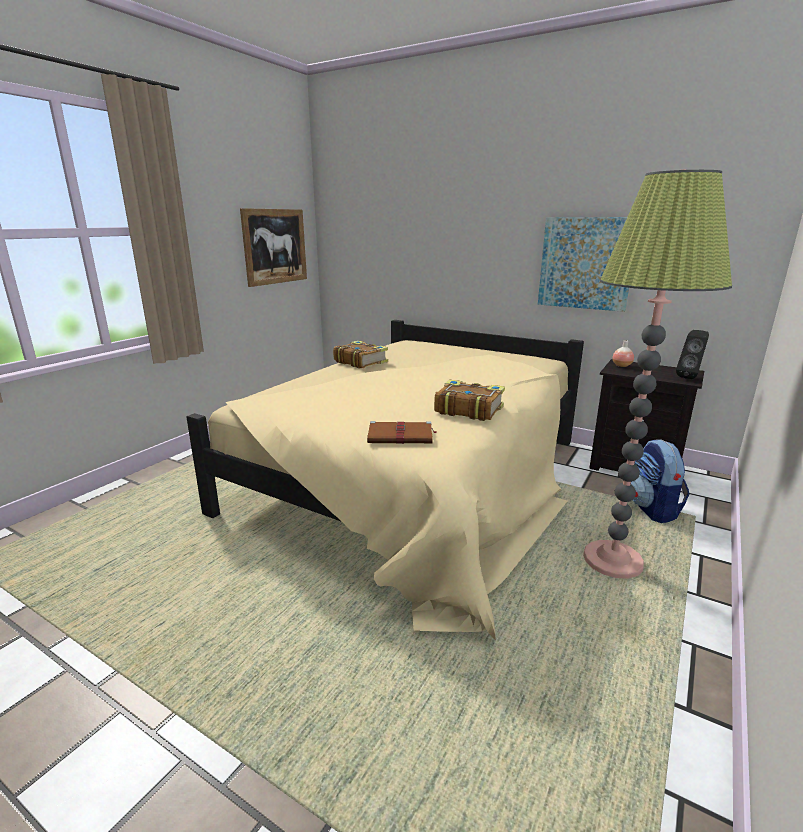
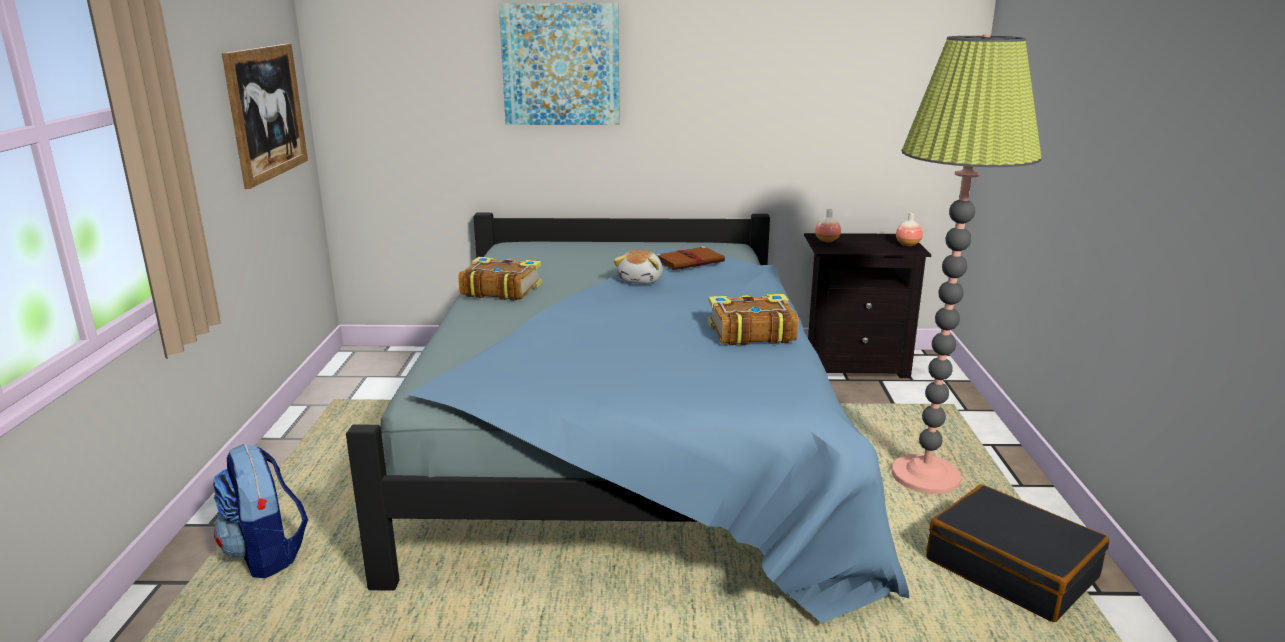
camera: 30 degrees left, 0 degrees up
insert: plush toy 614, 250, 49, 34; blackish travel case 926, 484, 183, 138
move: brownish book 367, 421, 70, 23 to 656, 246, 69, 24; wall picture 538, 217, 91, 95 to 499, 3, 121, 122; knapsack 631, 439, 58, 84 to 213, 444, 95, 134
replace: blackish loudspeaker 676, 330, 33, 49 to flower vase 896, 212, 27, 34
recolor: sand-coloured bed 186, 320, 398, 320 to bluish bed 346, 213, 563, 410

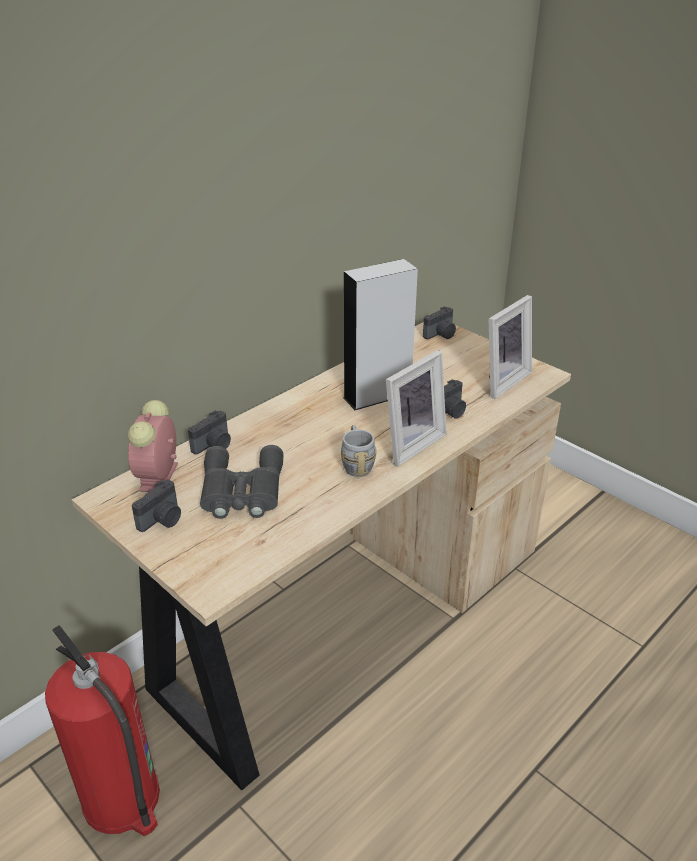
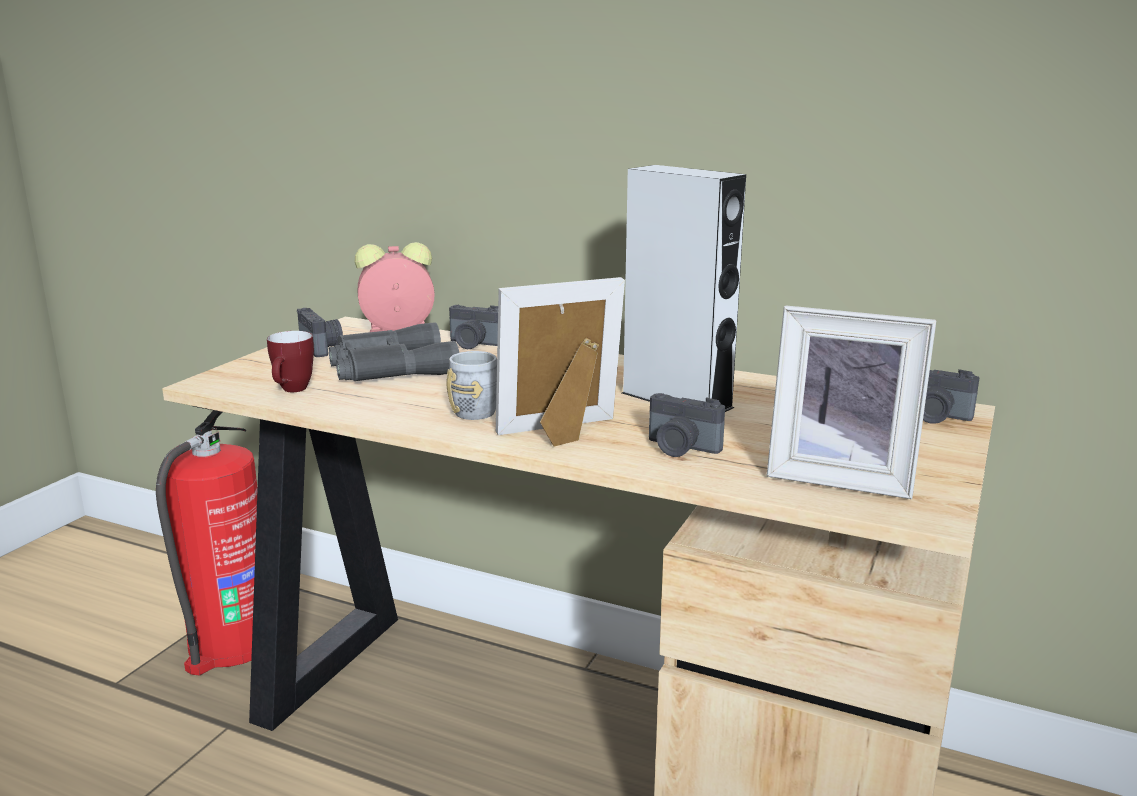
camera: 70 degrees right, 15 degrees down
insert: tea mug 267, 331, 47, 61
rotate: still camera 132, 480, 49, 52 = 297, 308, 46, 49 135 degrees counterclockwise; standing frame 386, 350, 61, 117 = 496, 277, 129, 170 135 degrees clockwise

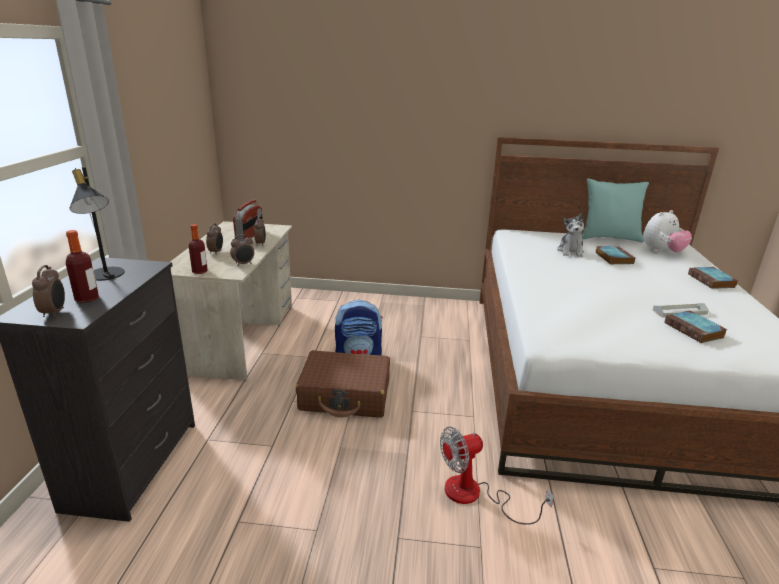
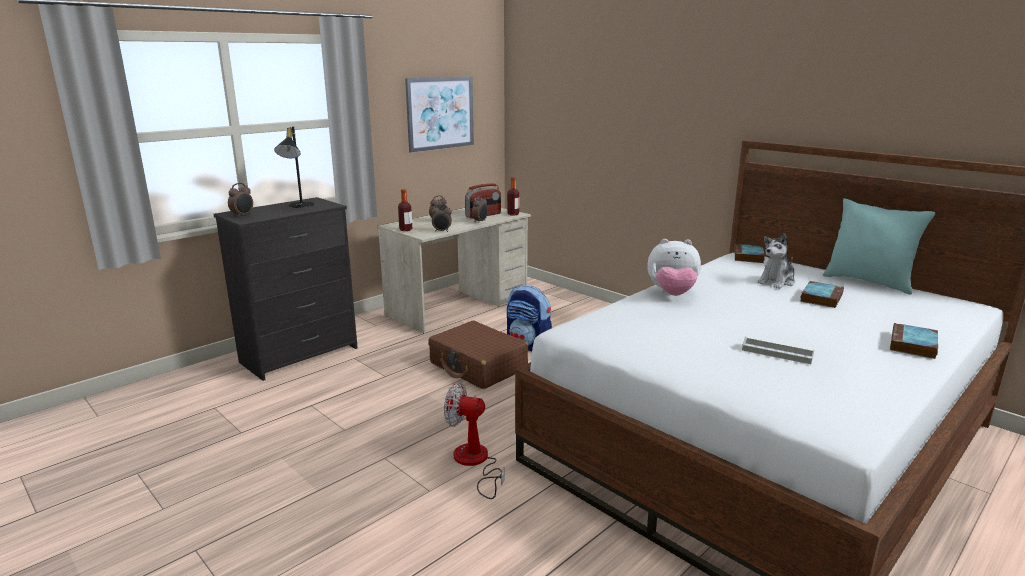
camera: 40 degrees right, 5 degrees down
insert: wall picture 405, 76, 69, 77
move: beverage bottle 66, 230, 33, 73 to 507, 177, 12, 39; plush toy 643, 210, 49, 42 to 647, 239, 54, 57; book 665, 310, 63, 33 to 734, 244, 31, 19

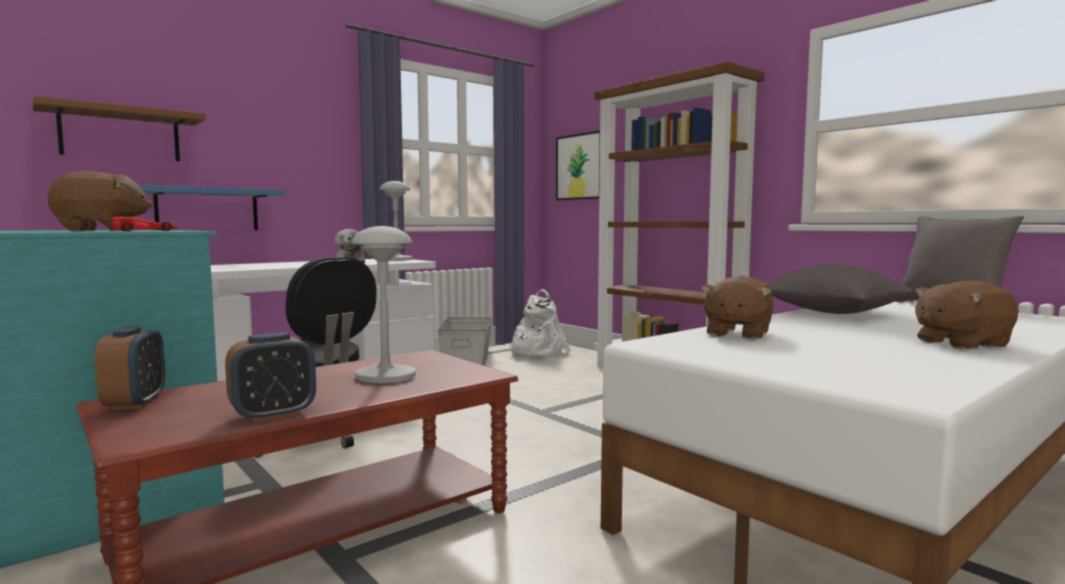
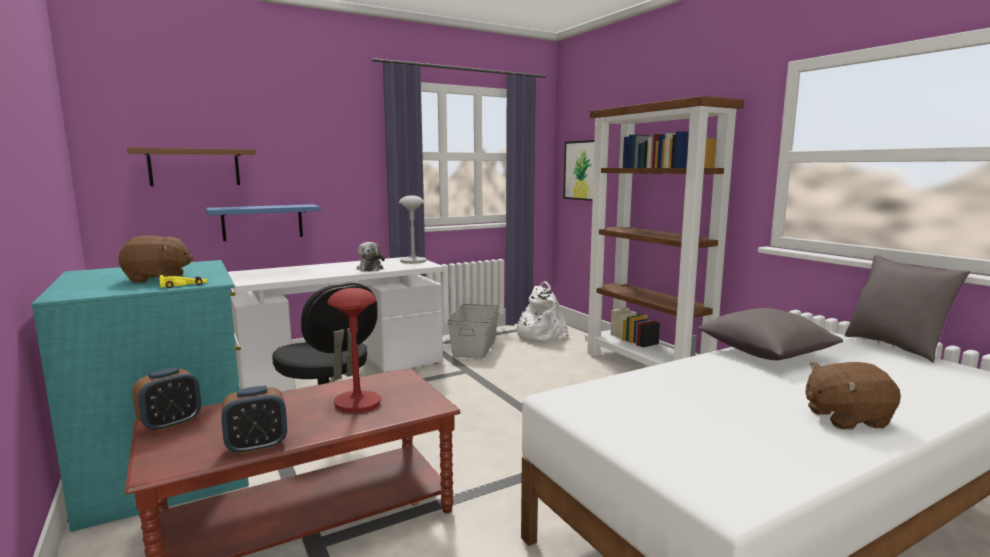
camera: 10 degrees right, 5 degrees up
delete: brownish plush toy 701, 275, 73, 65
recolor: red miniature car 112, 215, 65, 16 to yellow miniature car 159, 275, 48, 13; grey table lamp 352, 226, 64, 158 to red table lamp 328, 288, 53, 125
rotate: table clock 95, 326, 70, 84 = 132, 367, 69, 65 45 degrees clockwise

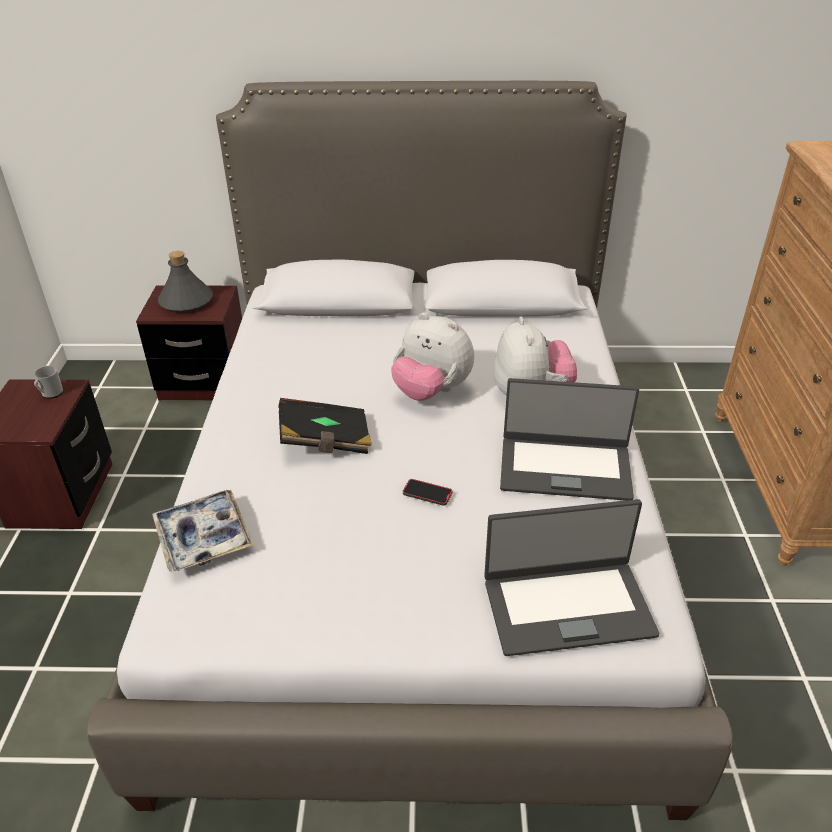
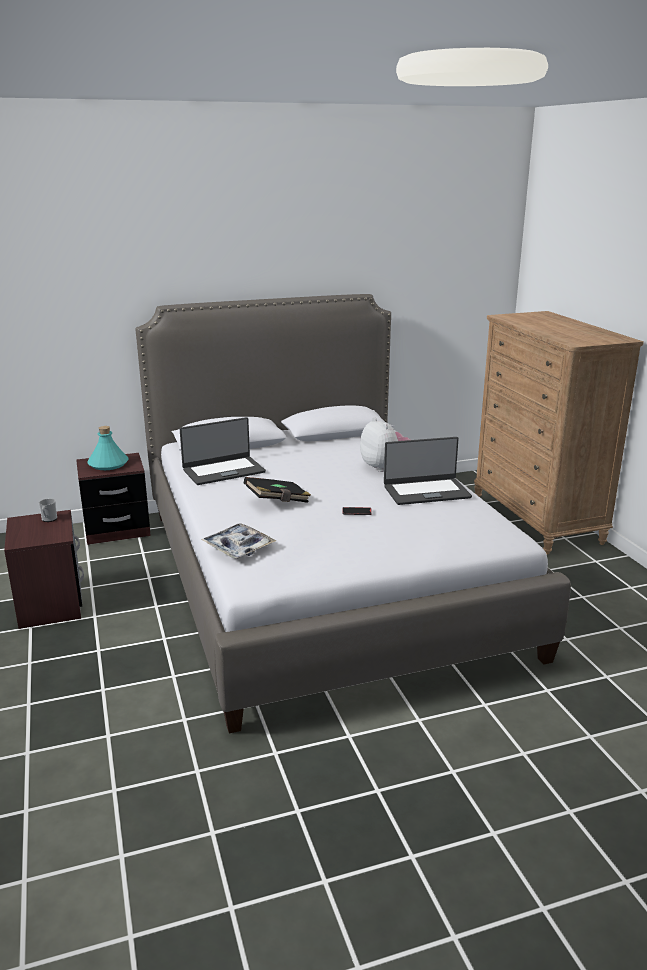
camera: 20 degrees left, 15 degrees down
delete: plush toy 391, 313, 83, 88
move: portable computer 484, 499, 175, 157 to 180, 417, 86, 68
recolor: grey beverage bottle 158, 251, 55, 62 to turquoise-coloured beverage bottle 87, 426, 41, 44

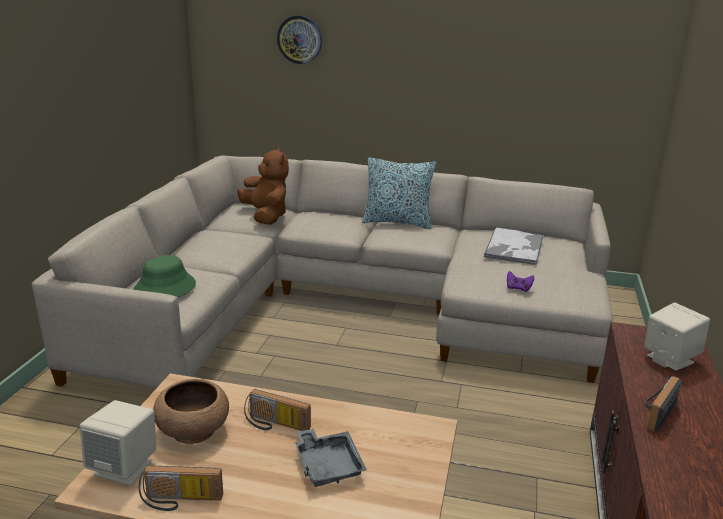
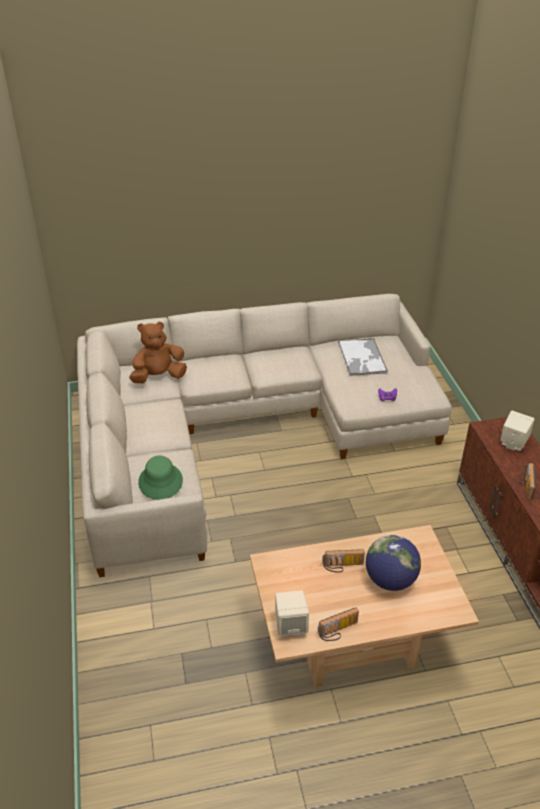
camera: 25 degrees left, 15 degrees up
delete: brownish deep dish 153, 379, 76, 65; clock on the wall 277, 15, 45, 49; throw pillow 362, 158, 75, 71
replace: grey serving tray 295, 428, 72, 59 to desk globe 366, 535, 55, 56
rotate: brownish plush toy 238, 147, 51, 78 = 129, 321, 58, 62 60 degrees counterclockwise

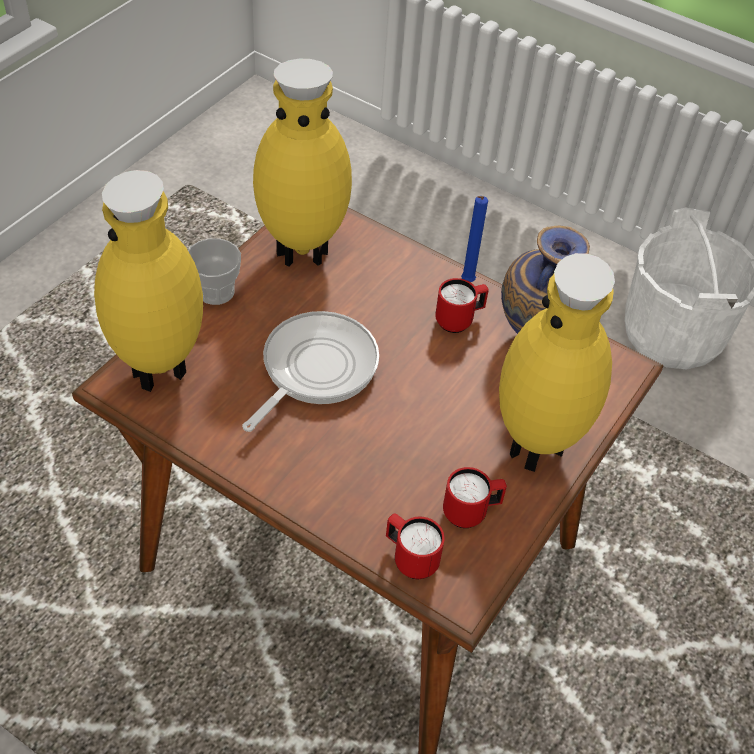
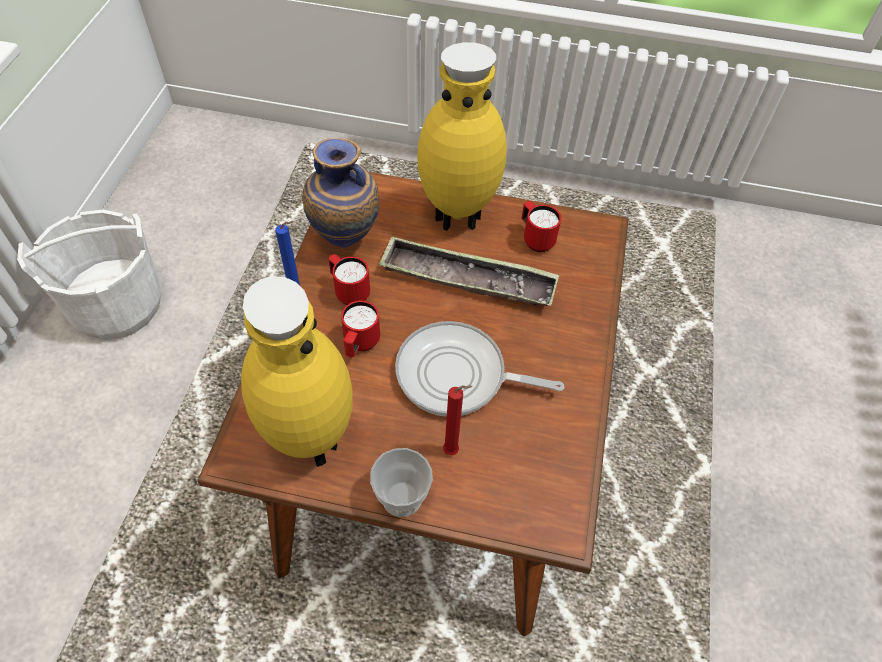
camera: 110 degrees left, 5 degrees up
delete: yellow flower vase 94, 170, 109, 222
insert: serving tray 379, 236, 180, 70; red candle 443, 385, 29, 70
move: red tea mug 386, 513, 59, 66 to 341, 300, 39, 57

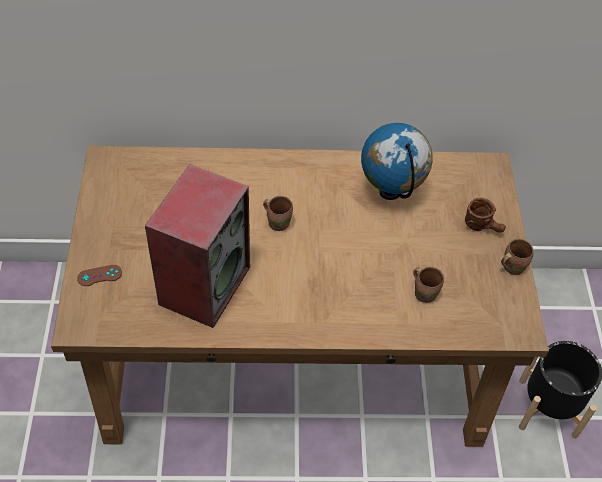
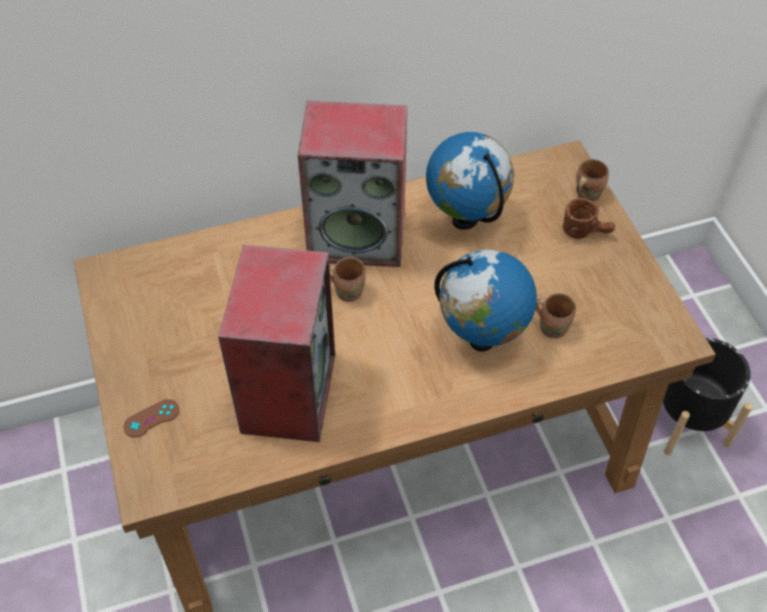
camera: 15 degrees left, 0 degrees up
insert: loudspeaker 298, 101, 109, 166; desk globe 434, 249, 103, 102
move: brownish tea mug 501, 239, 33, 36 to 576, 159, 33, 43

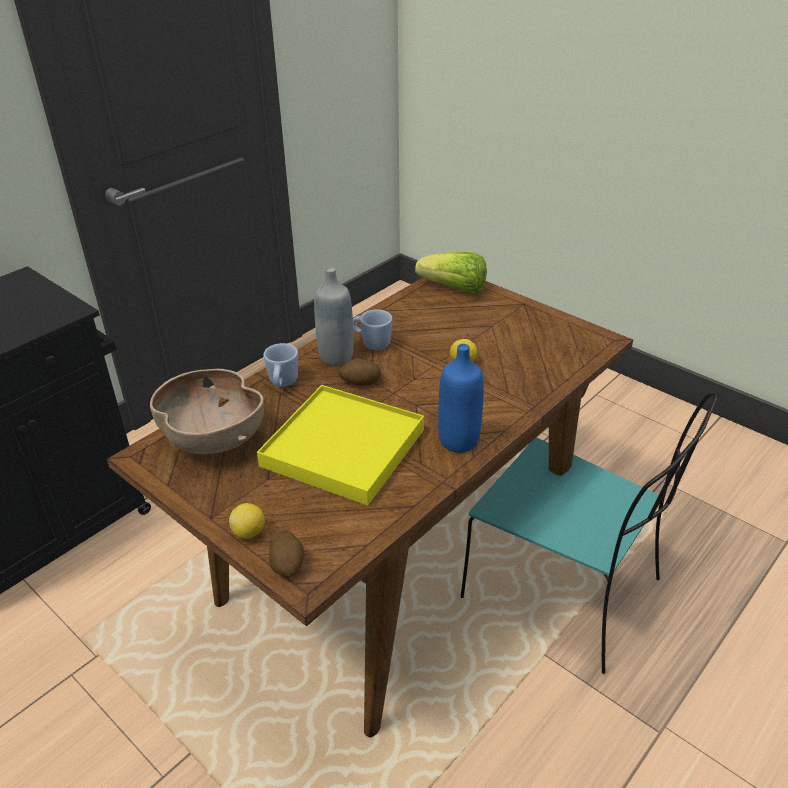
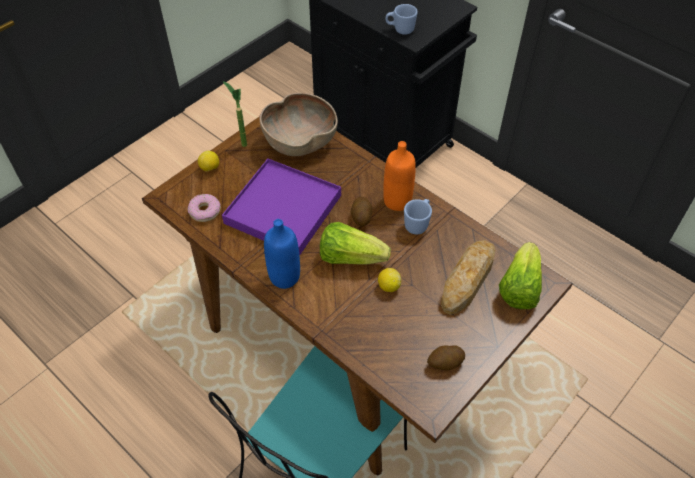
camera: 90 degrees right, 15 degrees up
insert: doughnut 188, 194, 33, 28; plant in a pot 223, 81, 24, 66; head of lettuce 320, 222, 71, 42; bread 441, 240, 54, 75
move: bluish tea mug 263, 343, 35, 44 to 386, 4, 32, 31; potato 269, 530, 35, 47 to 427, 345, 38, 25
recolor: yellow serving tray 257, 385, 167, 121 to purple serving tray 222, 159, 119, 97; grey beverage bottle 314, 267, 40, 98 to orangey beverage bottle 383, 141, 33, 70

